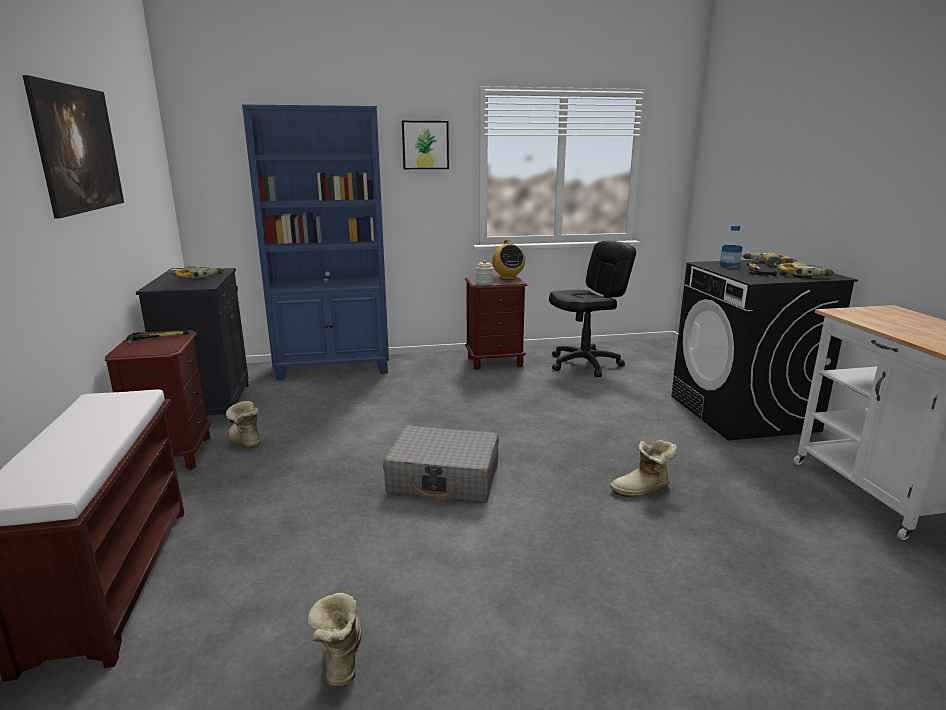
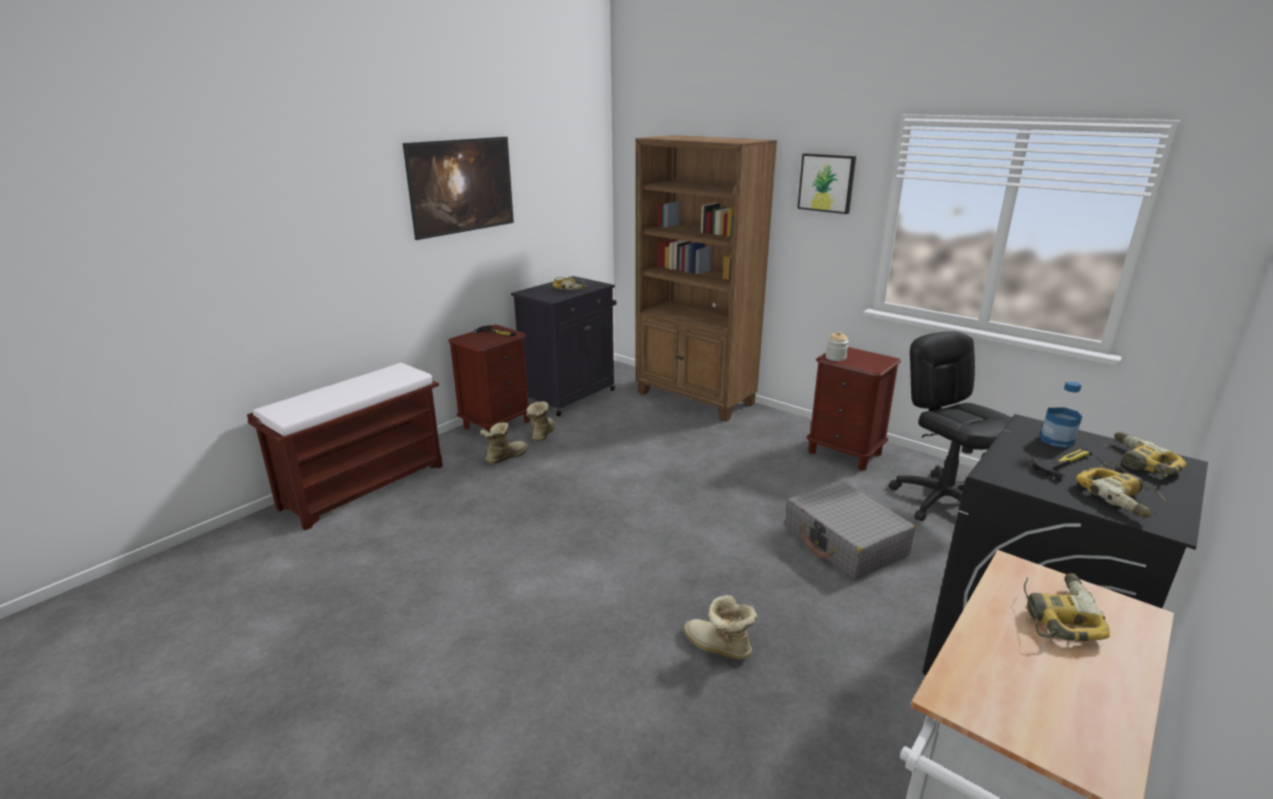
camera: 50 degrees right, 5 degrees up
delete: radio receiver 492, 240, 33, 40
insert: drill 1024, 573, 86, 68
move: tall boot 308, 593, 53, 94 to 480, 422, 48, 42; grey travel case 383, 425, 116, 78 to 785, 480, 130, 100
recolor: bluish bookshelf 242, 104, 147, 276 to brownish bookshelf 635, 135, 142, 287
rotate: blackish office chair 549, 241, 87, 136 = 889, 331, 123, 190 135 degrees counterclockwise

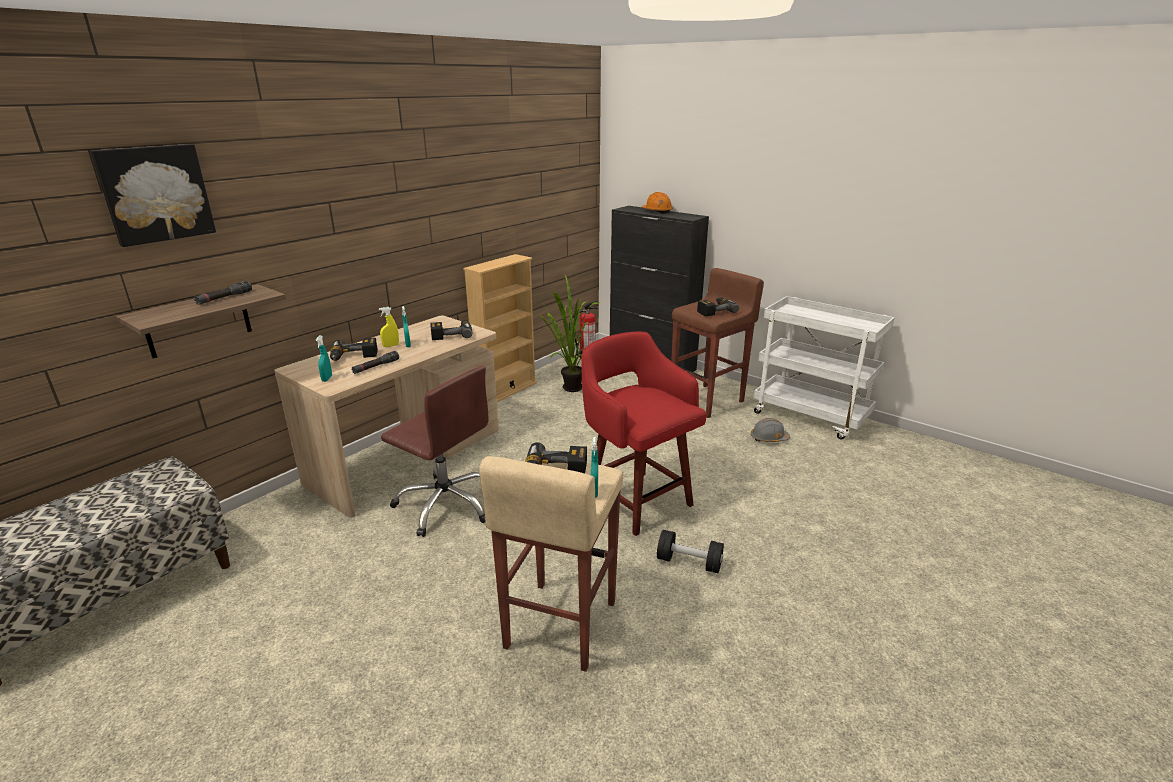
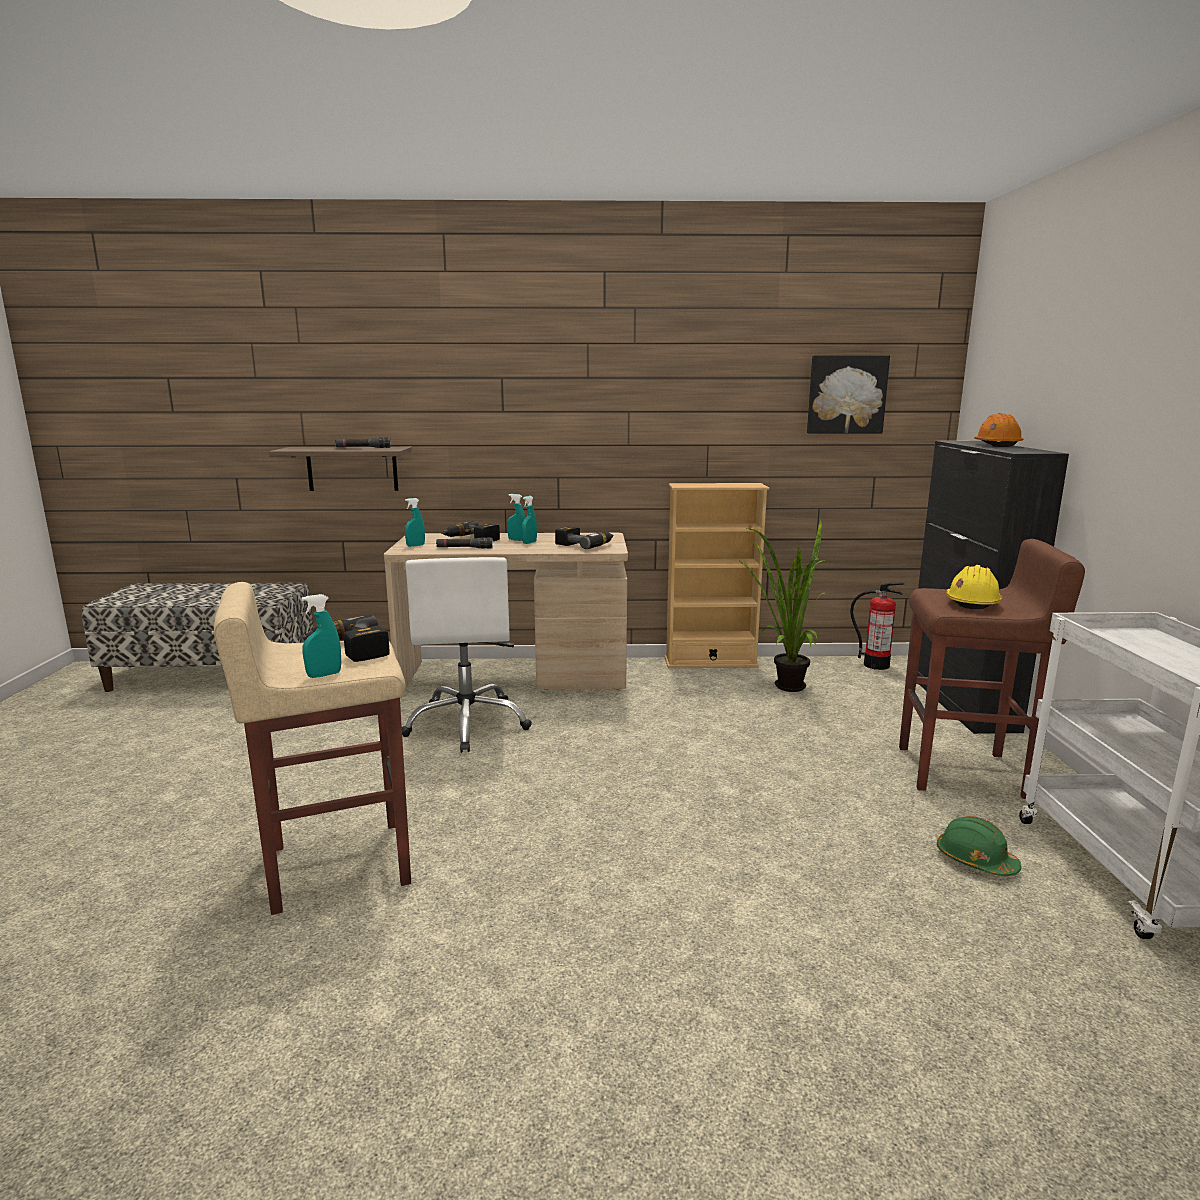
camera: 50 degrees right, 10 degrees down
delete: red stool 581, 332, 126, 204; blackish dumbbell 657, 530, 67, 43
move: wall picture 90, 144, 126, 103 to 807, 355, 83, 79
replace: drill 697, 297, 42, 19 to yellow work helmet 946, 565, 56, 44
recolor: yellow hand sprayer 379, 307, 20, 40 to turquoise-coloured hand sprayer 507, 494, 19, 47; brownish office chair 381, 366, 108, 171 to whitish office chair 402, 557, 130, 196; grey work helmet 751, 418, 39, 24 to green-coloured work helmet 937, 816, 84, 60

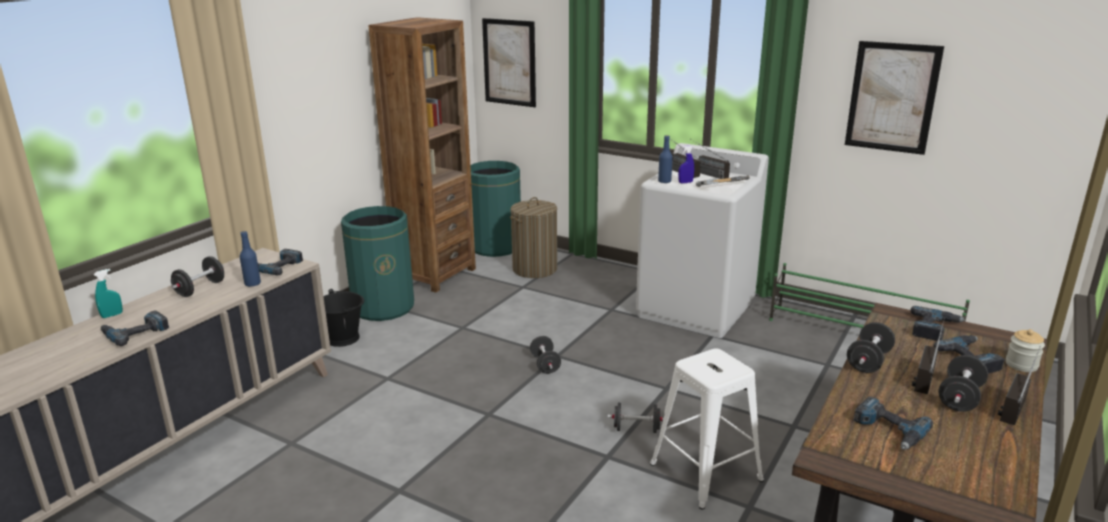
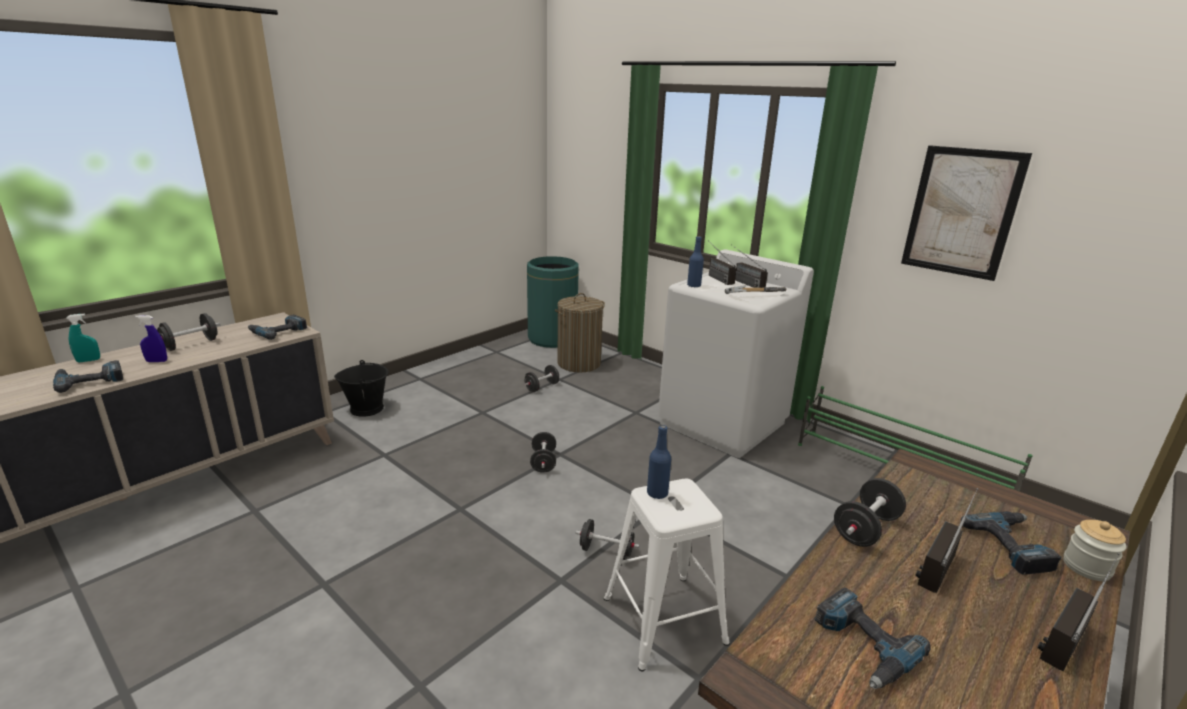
camera: 10 degrees right, 0 degrees up
delete: green-coloured rubbish bin 341, 206, 73, 115; brownish bookshelf 368, 17, 108, 275; wall picture 482, 18, 54, 89; drill 910, 306, 56, 35
move: bluish beverage bottle 240, 231, 21, 56 to 647, 425, 24, 74; bluish hand sprayer 678, 145, 16, 38 to 135, 315, 32, 47; blackish dumbbell 938, 355, 50, 57 to 525, 365, 34, 27

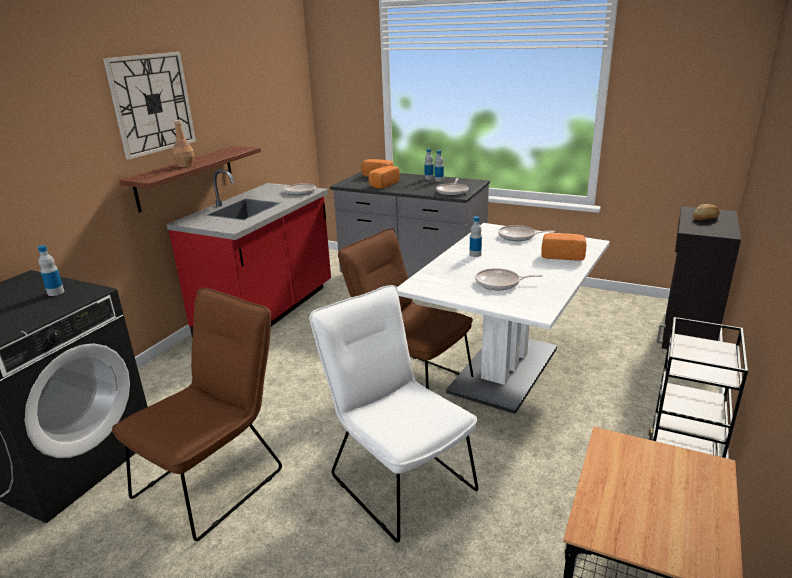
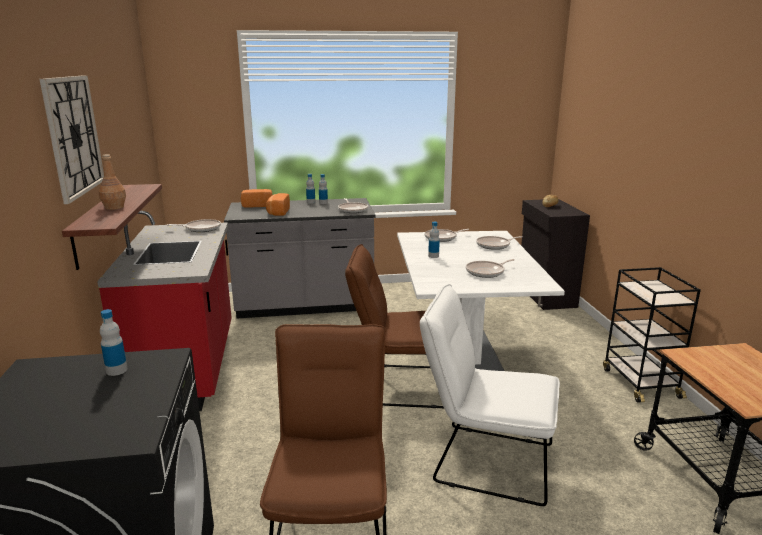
camera: 35 degrees left, 5 degrees down
replace: bread 541, 233, 45, 28 to pan 476, 236, 47, 14

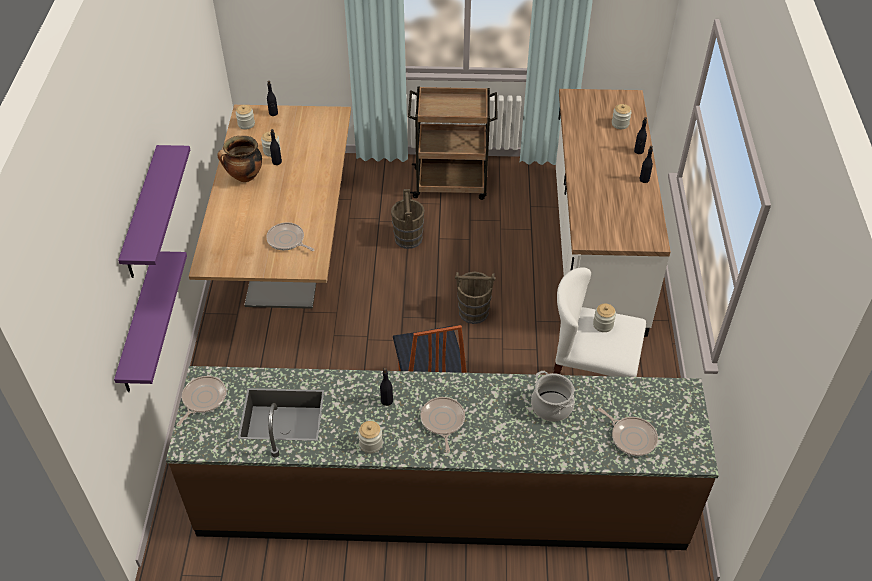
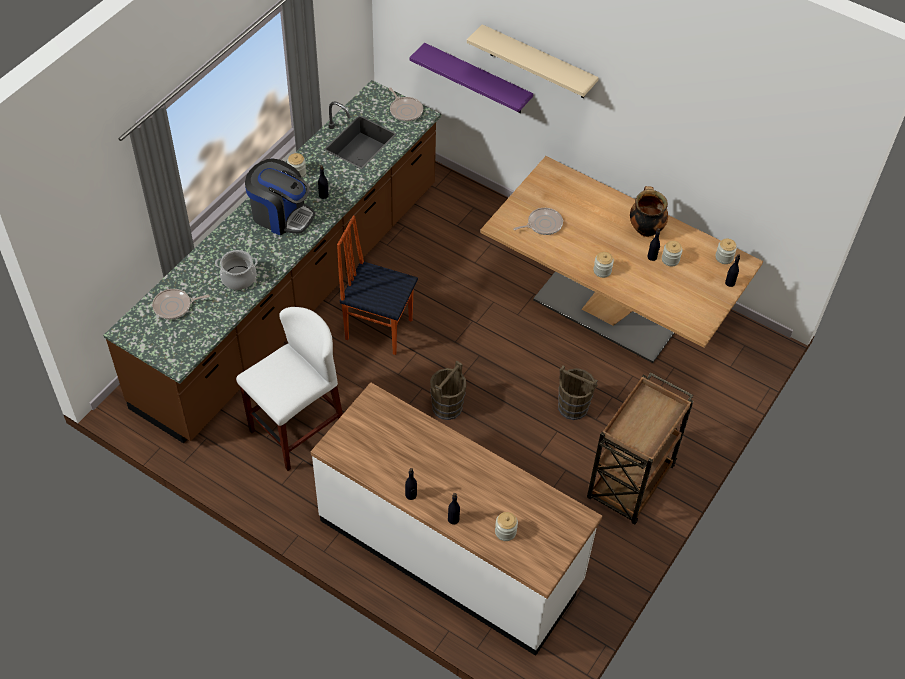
camera: 120 degrees right, 5 degrees up
move: storage jar 593, 304, 23, 28 to 593, 252, 21, 26
replace: pan 421, 397, 44, 56 to coffee brewer 245, 158, 70, 78
recolor: purple wall shelf 118, 145, 72, 133 to sand-coloured wall shelf 467, 24, 132, 74

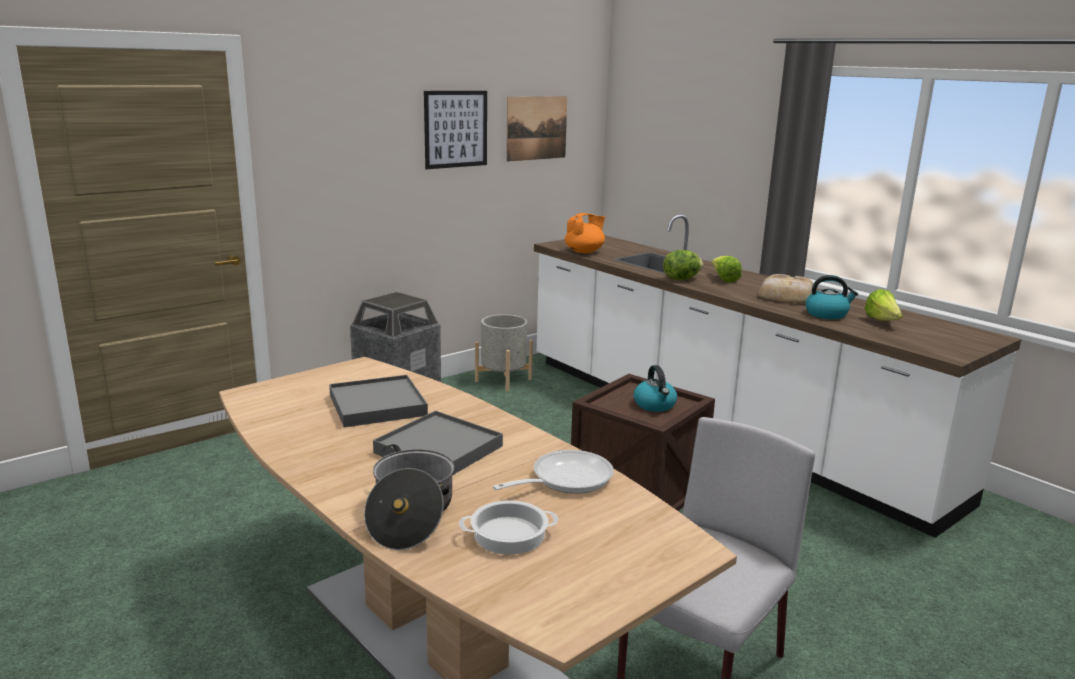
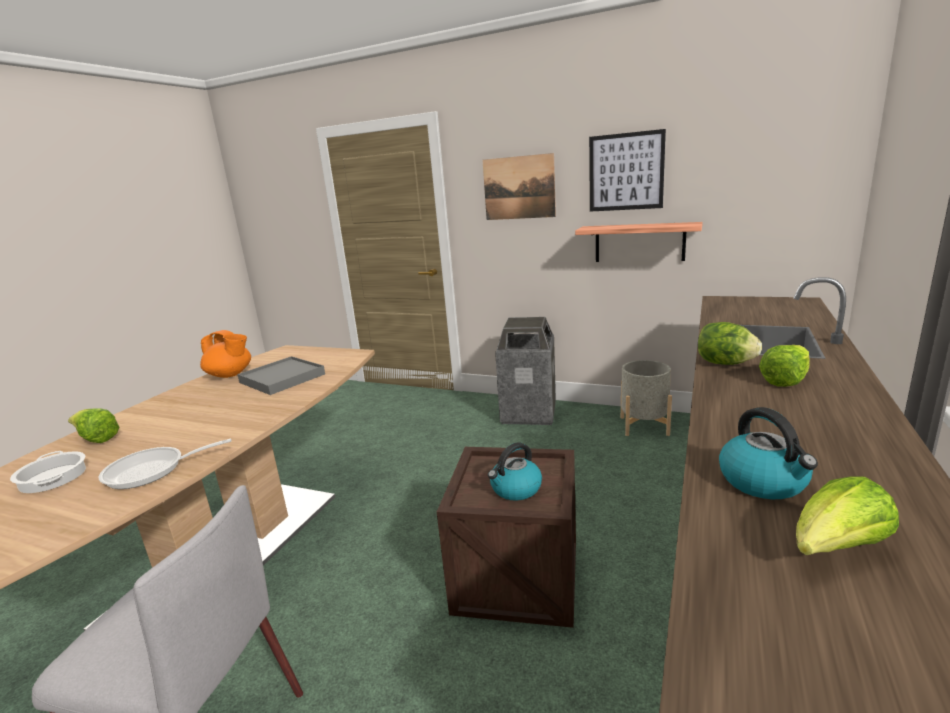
camera: 65 degrees right, 0 degrees up
delete: grey serving tray 373, 411, 130, 64; bread 758, 274, 55, 29
insert: wall shelf 575, 222, 128, 40
move: wall picture 506, 96, 61, 66 to 483, 153, 73, 67; orangey pot for tea 565, 213, 40, 40 to 200, 330, 51, 48
replace: saucepot 364, 444, 90, 106 to head of lettuce 68, 409, 51, 34
rotate: pan 493, 450, 121, 44 = 99, 438, 133, 51 135 degrees clockwise

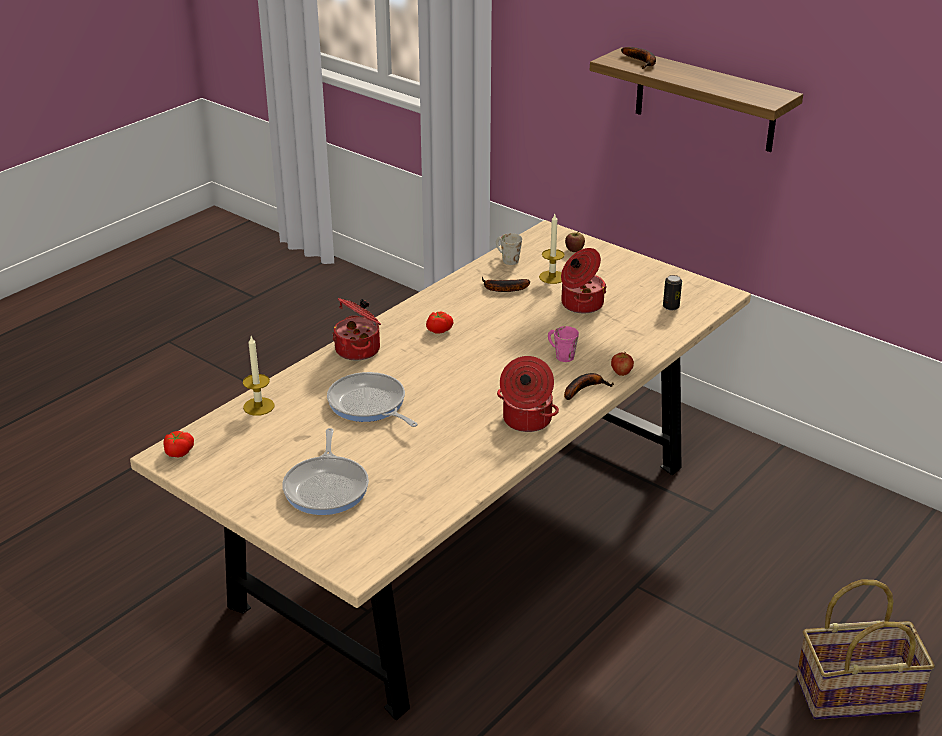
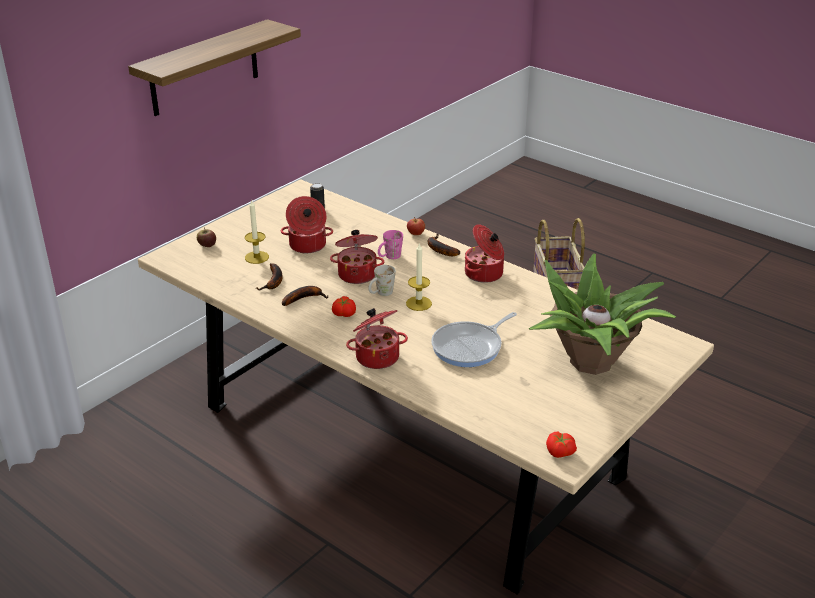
camera: 90 degrees left, 0 degrees up
insert: saucepot 330, 230, 54, 54
move: candle 243, 336, 32, 80 to 406, 243, 26, 68; whitish tea mug 496, 233, 26, 32 to 368, 265, 28, 31; banana fruit 621, 47, 35, 22 to 282, 286, 46, 20
replace: pan 282, 428, 87, 87 to plant in a pot 529, 253, 147, 122

